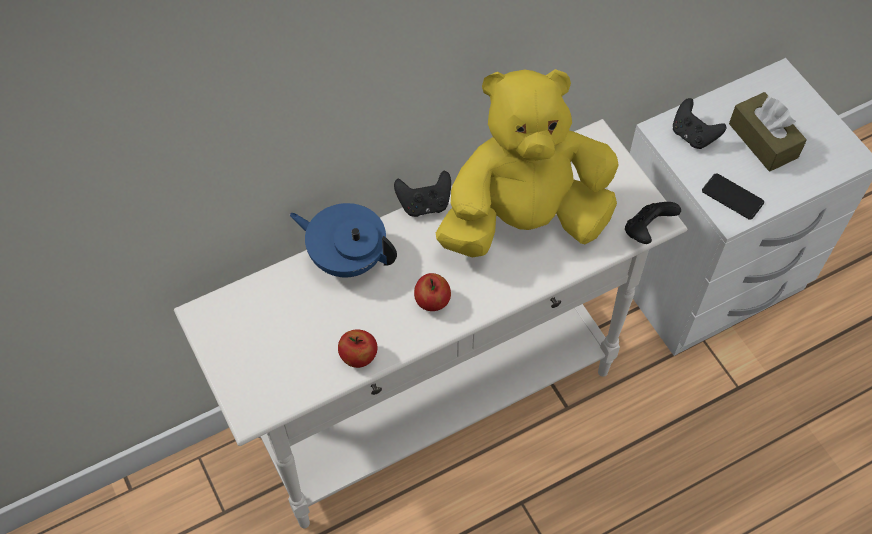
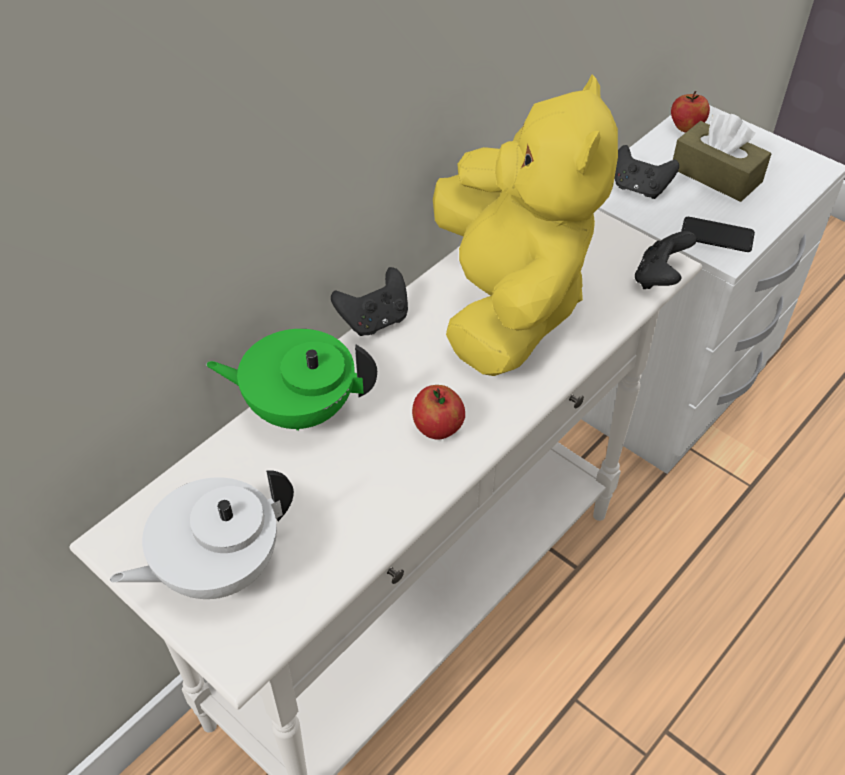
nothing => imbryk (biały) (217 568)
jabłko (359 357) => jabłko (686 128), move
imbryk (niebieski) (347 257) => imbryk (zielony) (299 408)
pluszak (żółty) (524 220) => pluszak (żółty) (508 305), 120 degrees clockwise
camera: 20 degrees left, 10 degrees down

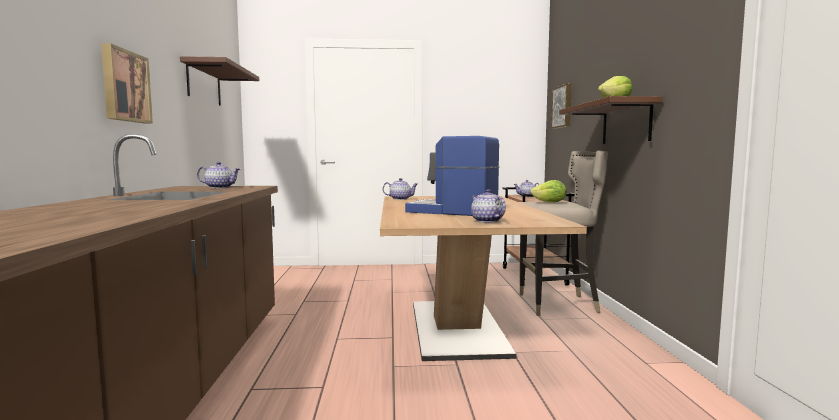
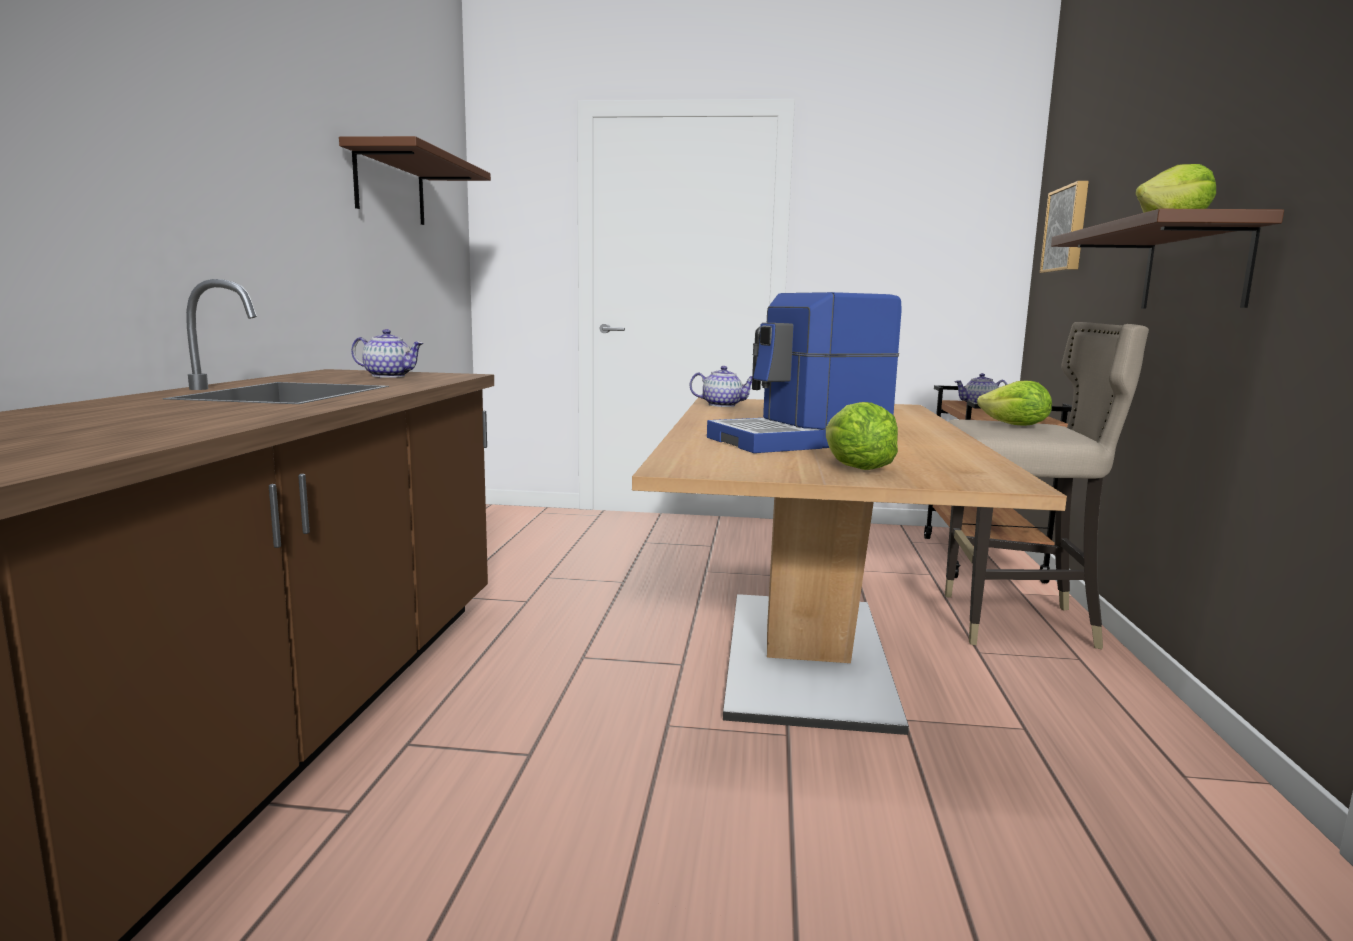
obraz (124 86) => nothing
imbryk (486 221) => sałata (856 468)
ekspres do kawy (452 212) => ekspres do kawy (801 441), 60 degrees counterclockwise
camera: 10 degrees right, 5 degrees up

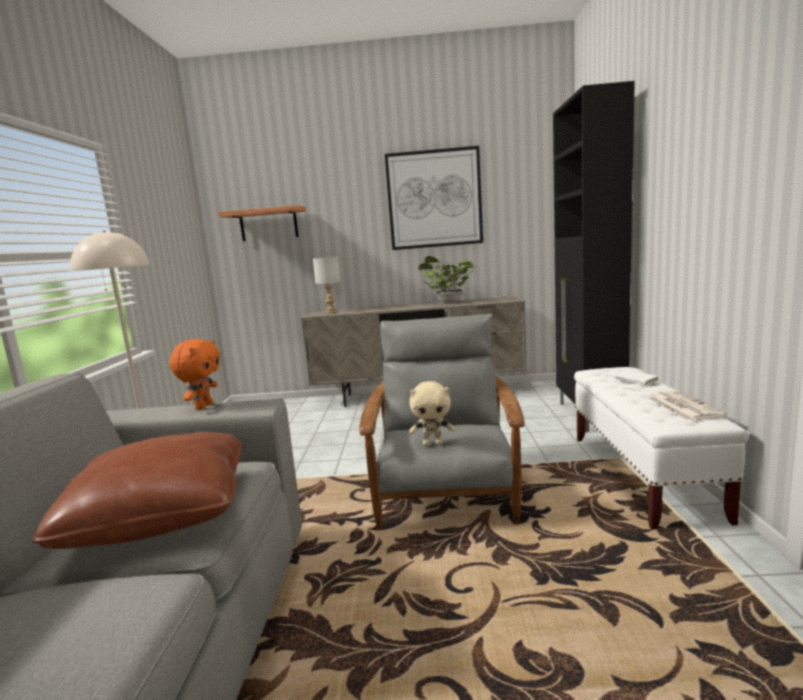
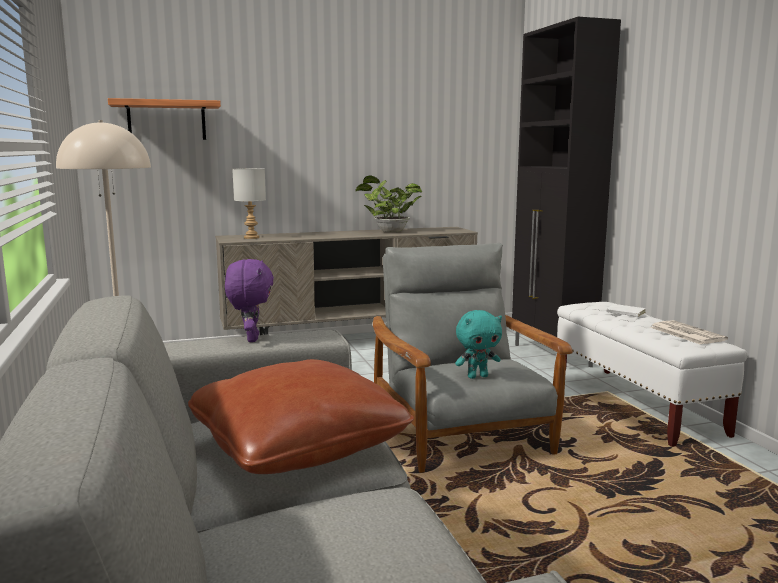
obraz (434 199) => nothing
pluszak (pomarańczowy) (203 407) => pluszak (fioletowy) (251 339)
pluszak (beżowy) (433 444) => pluszak (turkusowy) (477 376)
camera: 20 degrees left, 0 degrees up

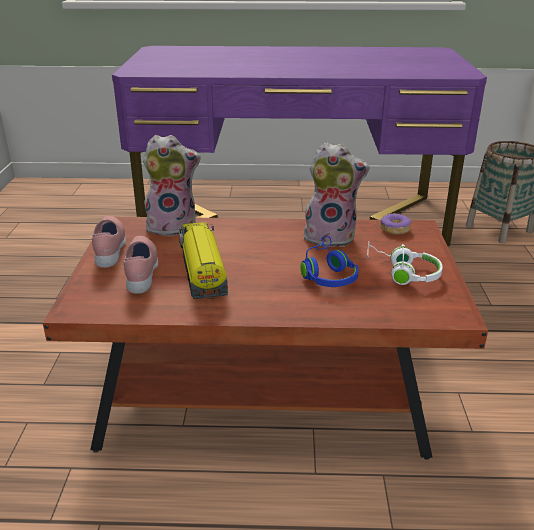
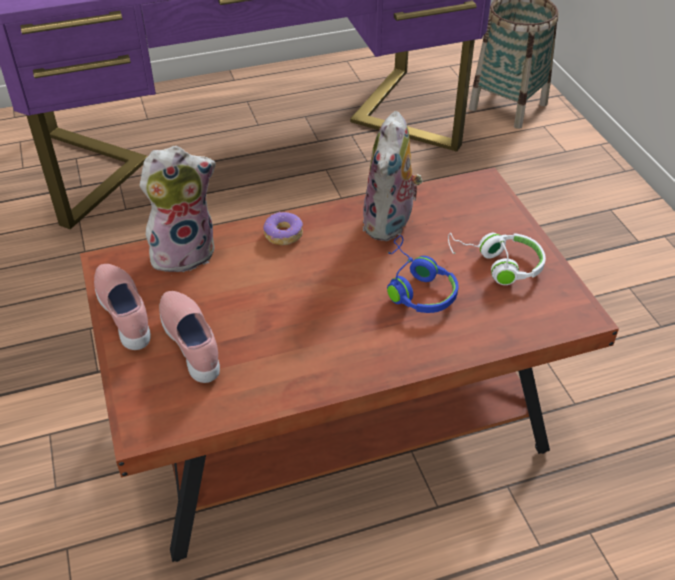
ciężarówka zabawkowa (202 269) => nothing
donut (394 229) => donut (283 234), move
pluszak (331 237) => pluszak (390 224), 120 degrees clockwise
camera: 20 degrees left, 15 degrees up

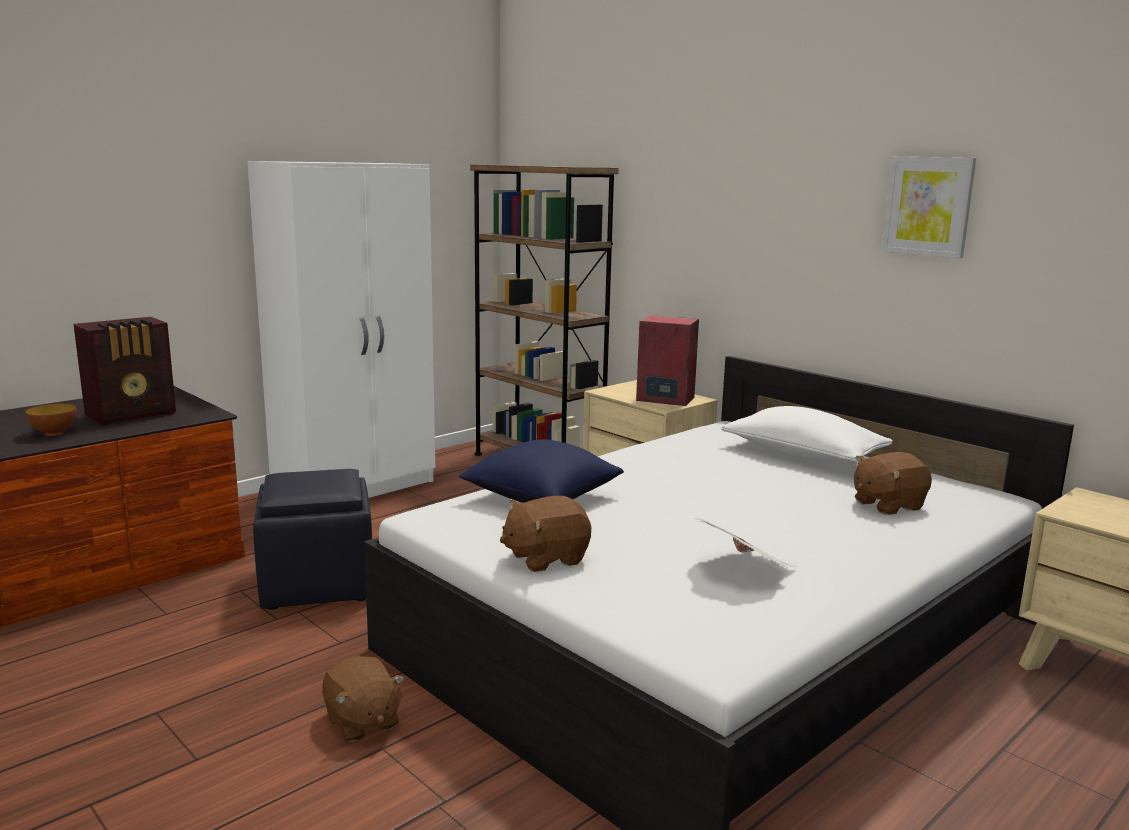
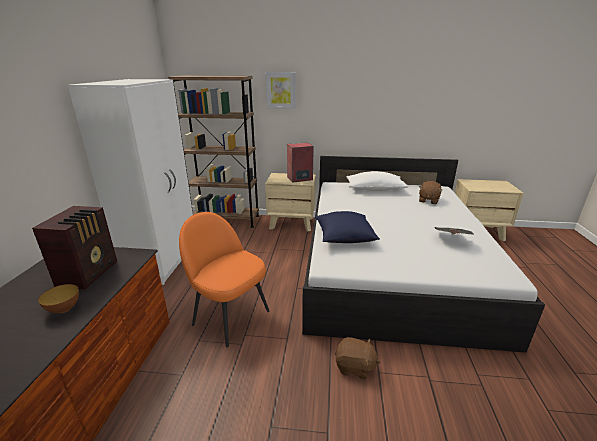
pluszak (brązowy) (545 558) => nothing
obraz (928 206) => obraz (281 90), move
pufa (czarny) (318 583) => krzesło (pomarańczowy) (230 316)
camera: 40 degrees left, 10 degrees up

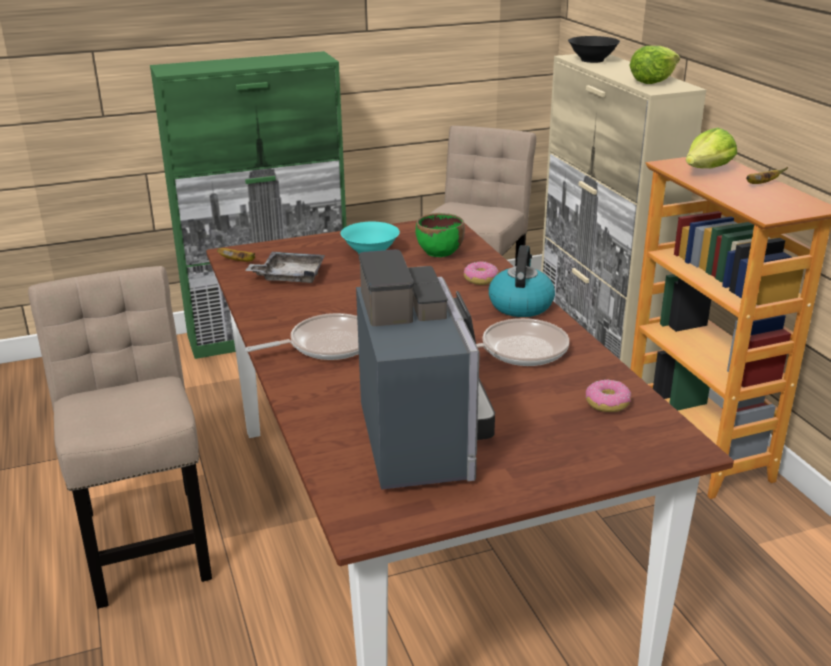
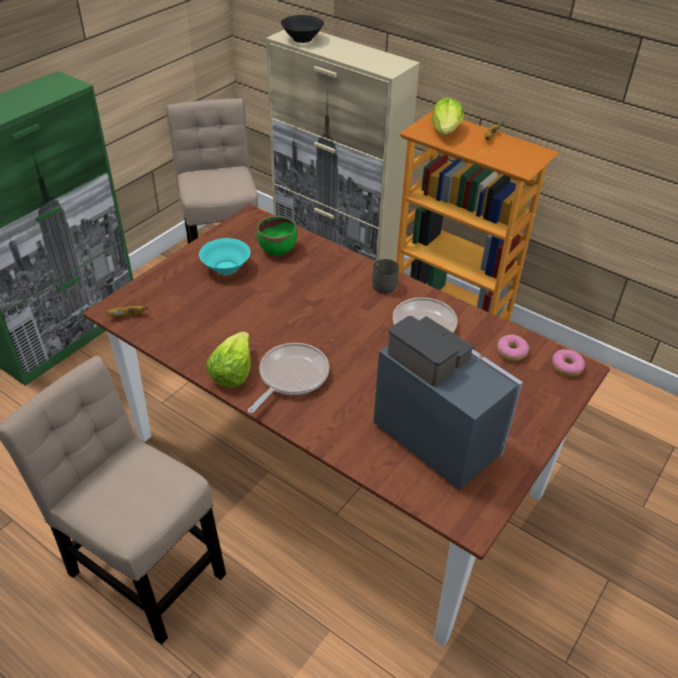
taca (szary) (289 276) => nothing
donut (480 279) => donut (566 367), move
sałata (652 81) => sałata (232 371), move
czajnik (520 305) => kubek (szary) (382 283)
camera: 35 degrees left, 15 degrees up

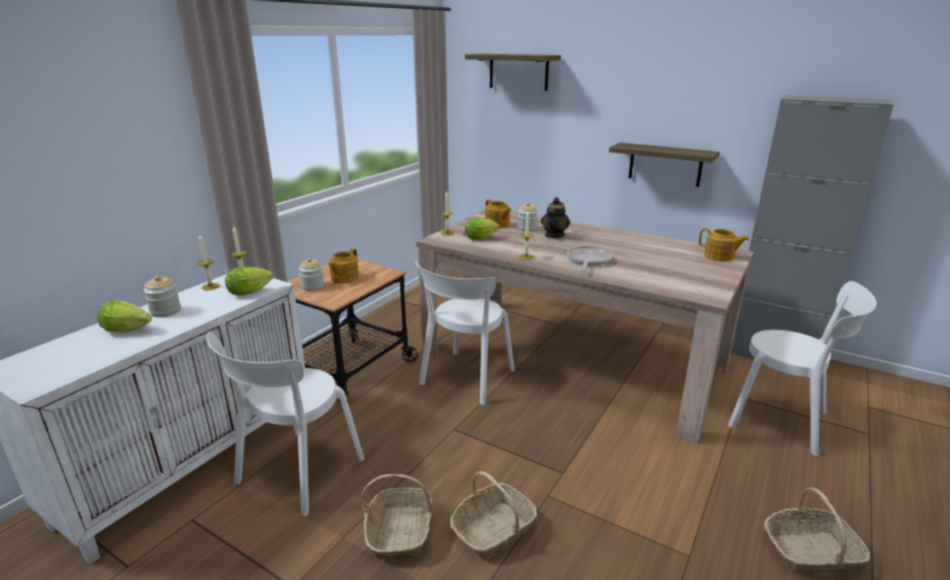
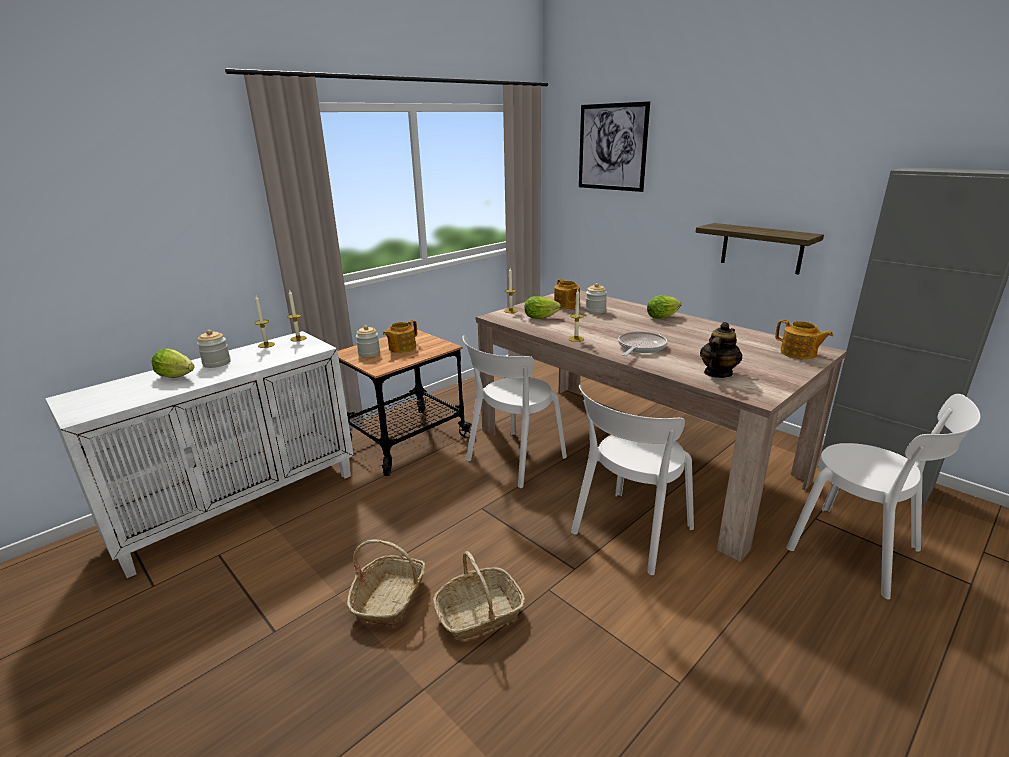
koszyk (810 553) => nothing
krzesło (biały) (296 474) => krzesło (biały) (629 533), move
sałata (251 292) => sałata (663 317), move
imbryk (554 235) => imbryk (717 373), move
półka (518 71) => obraz (612 147)
camera: 15 degrees right, 0 degrees up

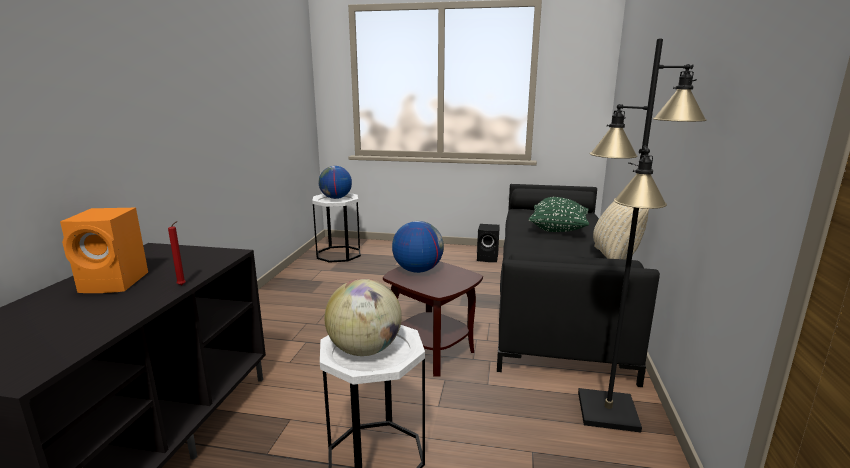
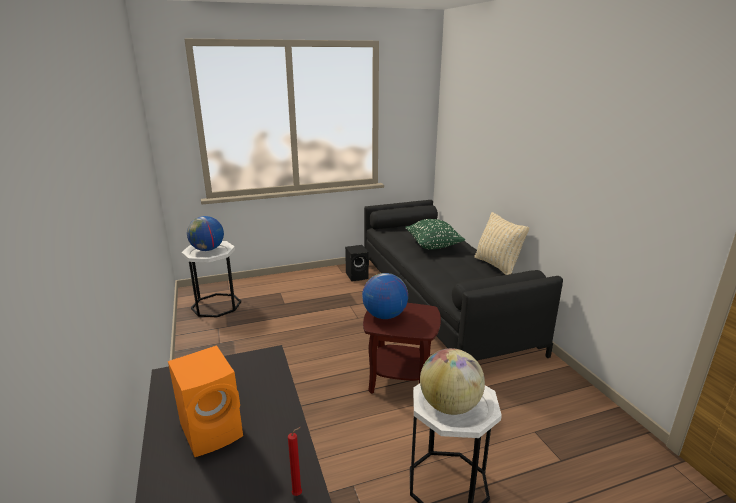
lampa stojąca (czarny) (608 412) => nothing
świeca (czerwony) (182 285) => świeca (czerwony) (299 494), move
camera: 30 degrees left, 5 degrees up

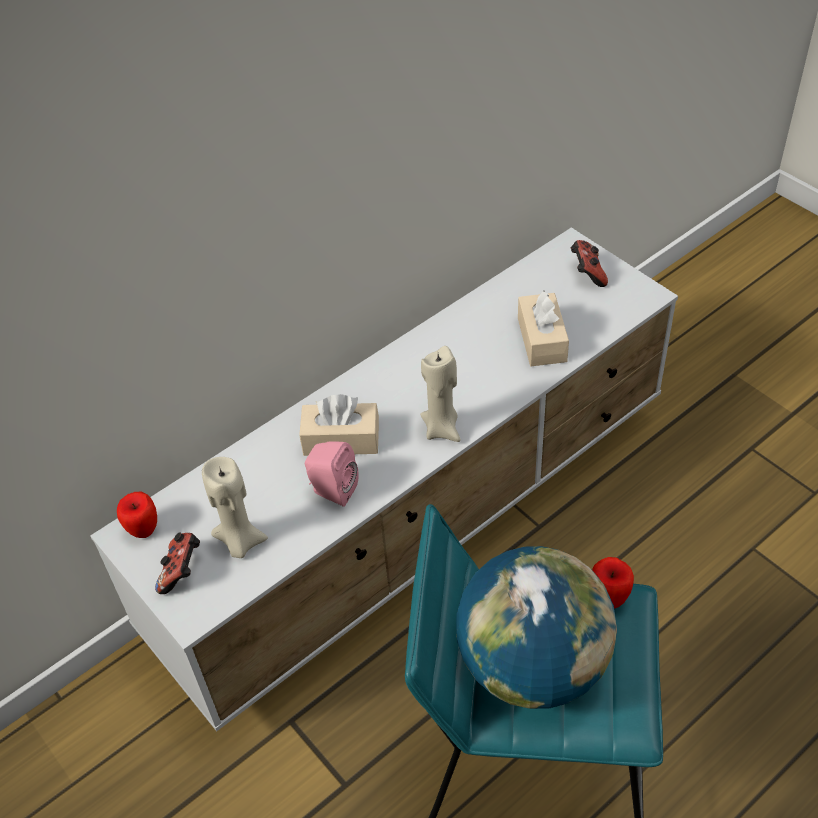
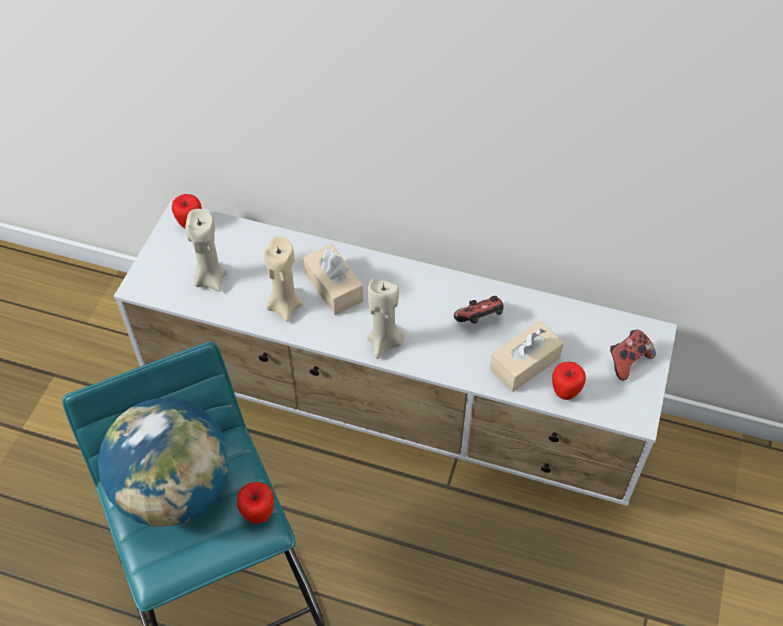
nothing => jabłko (565 392)
pad do gier (182 571) => pad do gier (480 320), move
głośnik (różowy) (332 490) => świeca (beżowy) (284 306)
camera: 55 degrees right, 5 degrees up

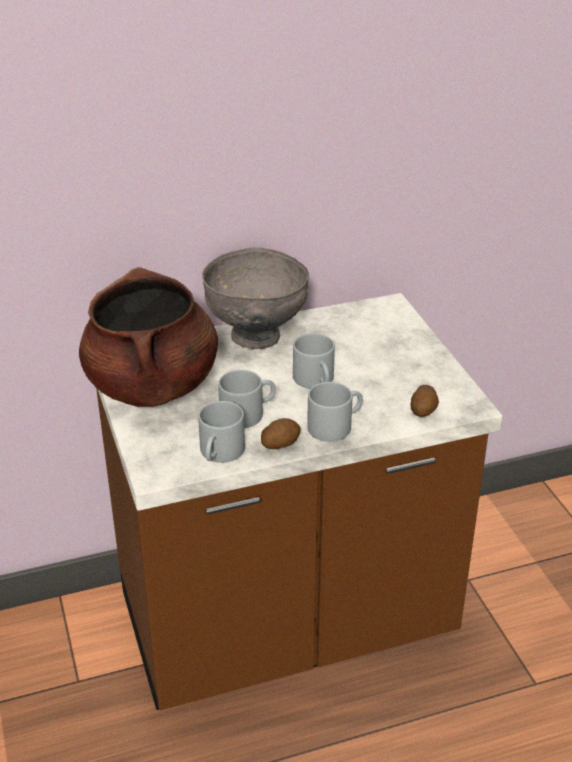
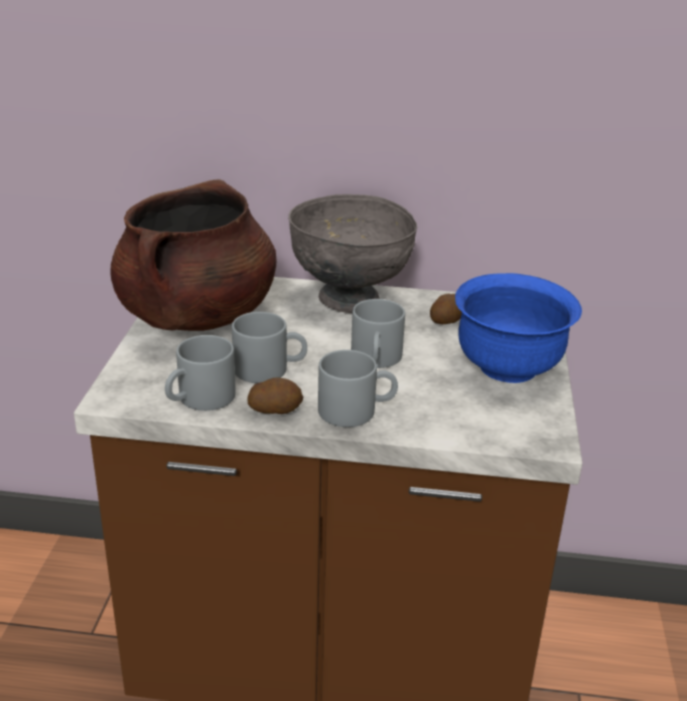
nothing => miska (niebieski) (508 368)
ziemniak (424 410) => ziemniak (447 321), move
camera: 25 degrees right, 5 degrees down

